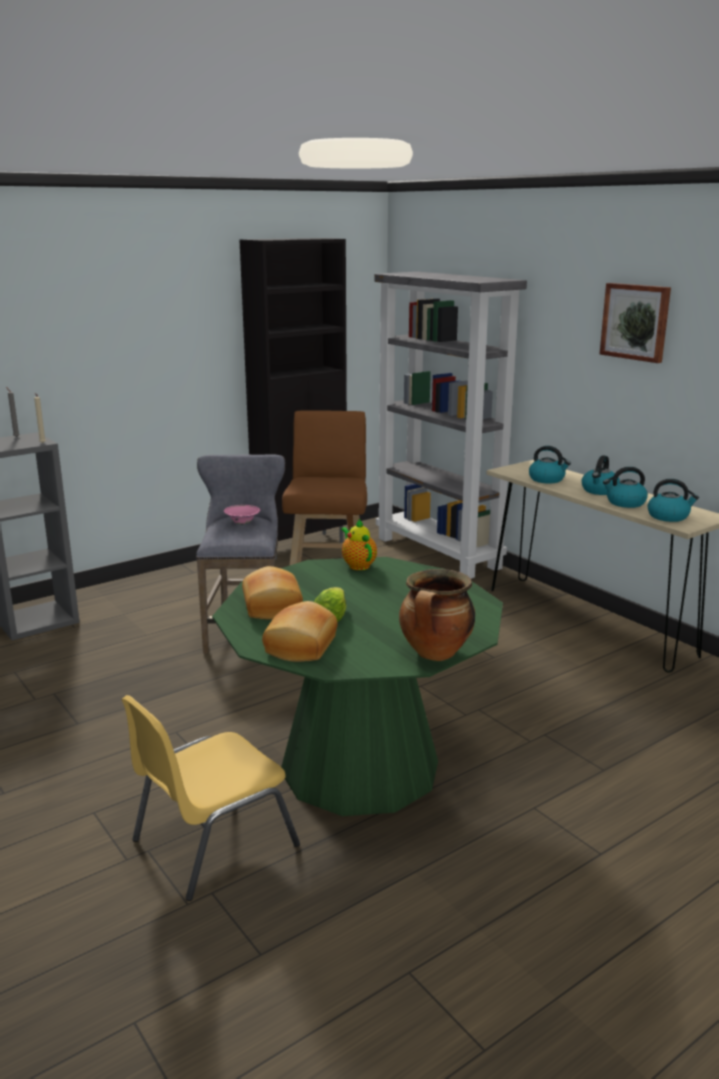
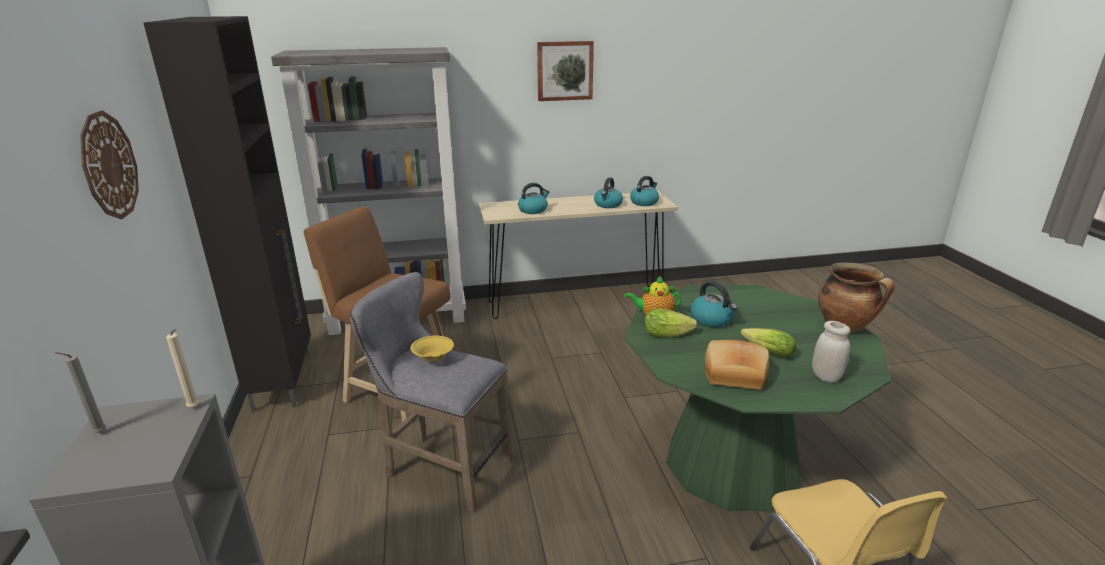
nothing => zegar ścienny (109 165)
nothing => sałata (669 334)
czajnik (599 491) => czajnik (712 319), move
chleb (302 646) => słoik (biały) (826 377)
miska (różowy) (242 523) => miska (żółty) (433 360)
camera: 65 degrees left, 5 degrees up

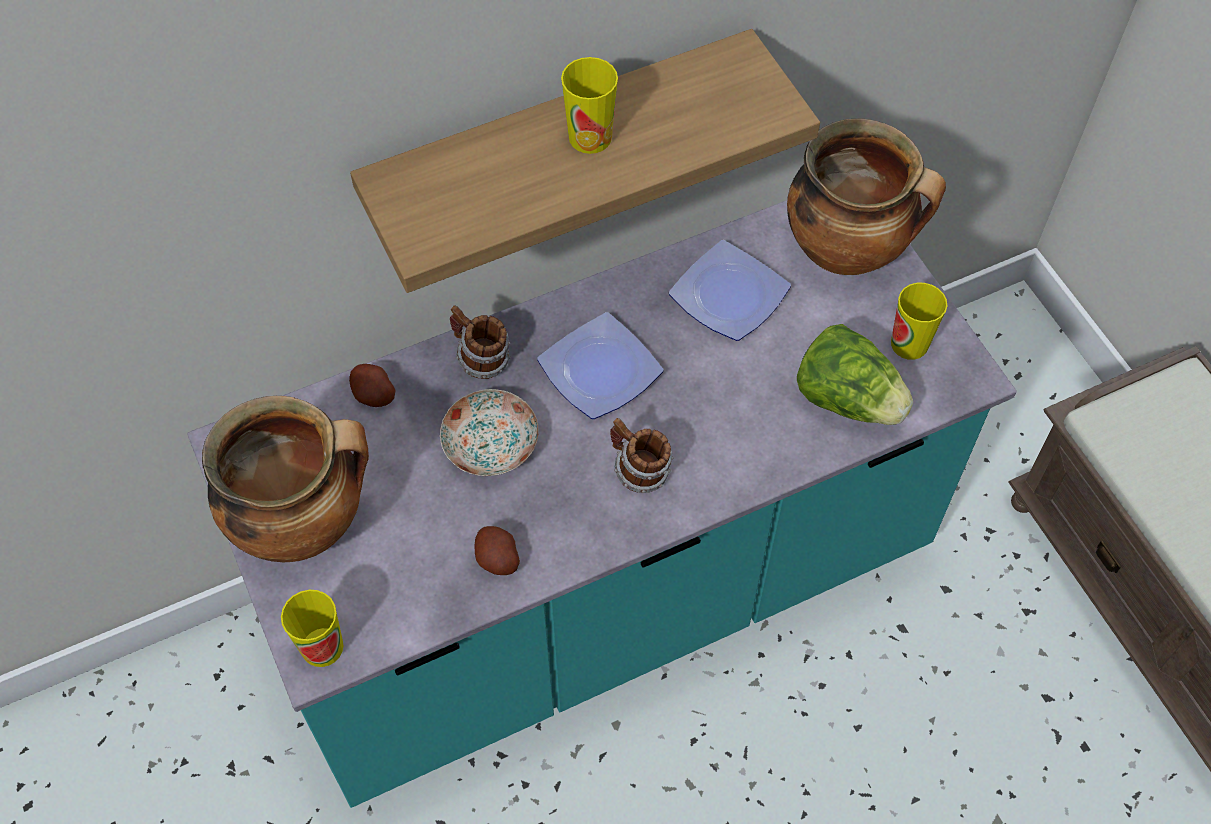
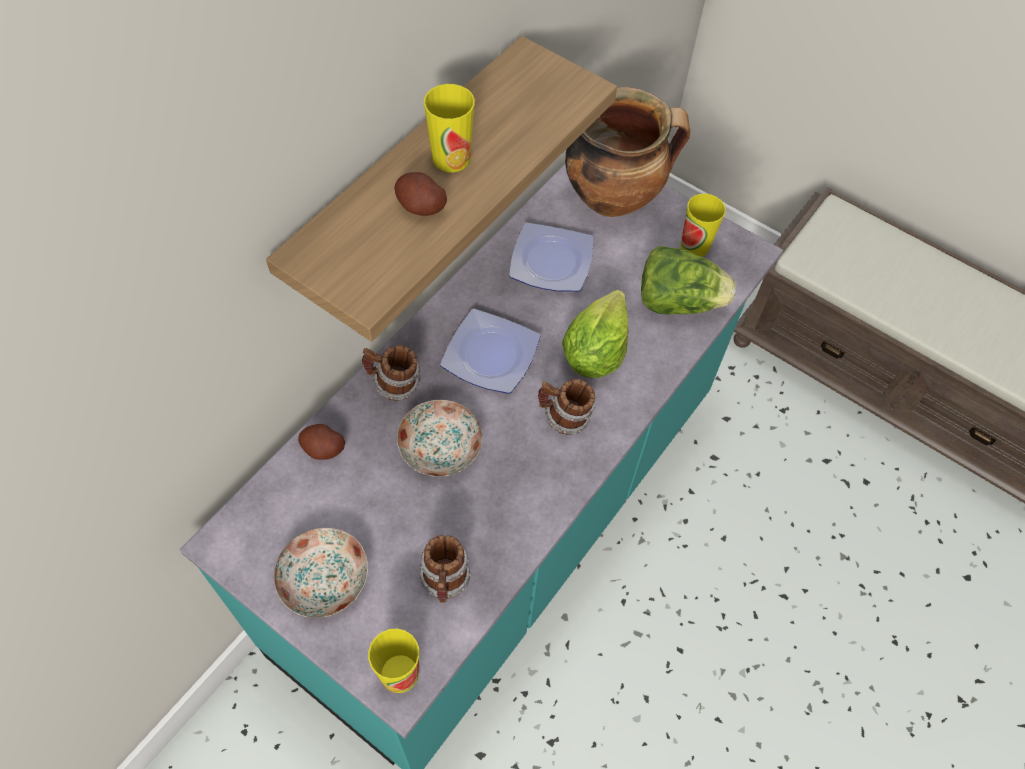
nothing => kubek (445 581)
nothing => sałata (594 352)
ziemniak (497 559) => ziemniak (421 206), move
garnek (303 522) => talerz (324 578)
camera: 30 degrees left, 0 degrees up

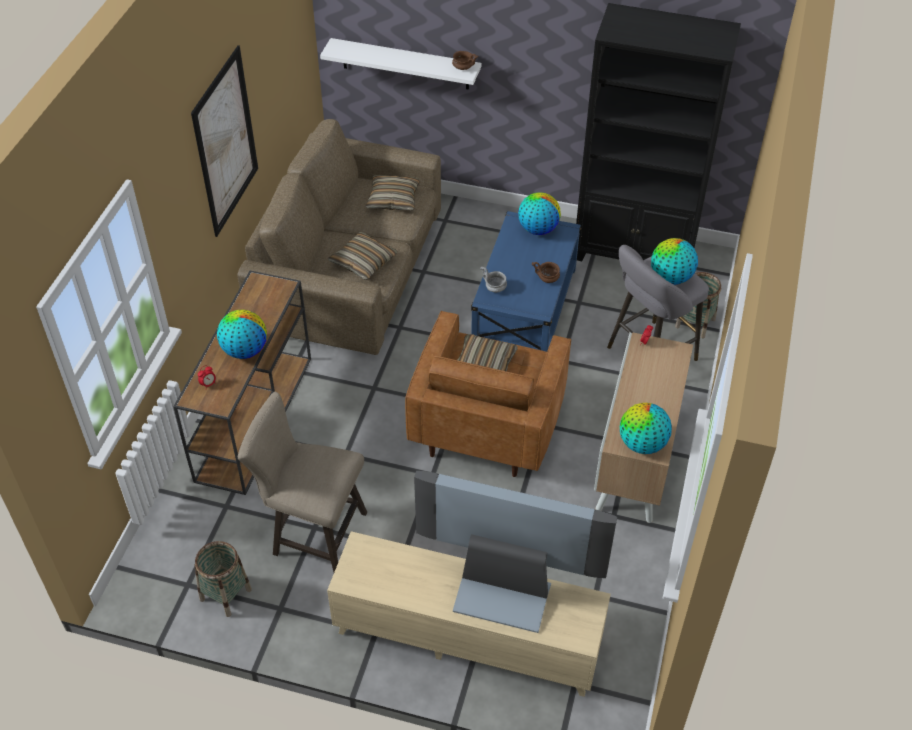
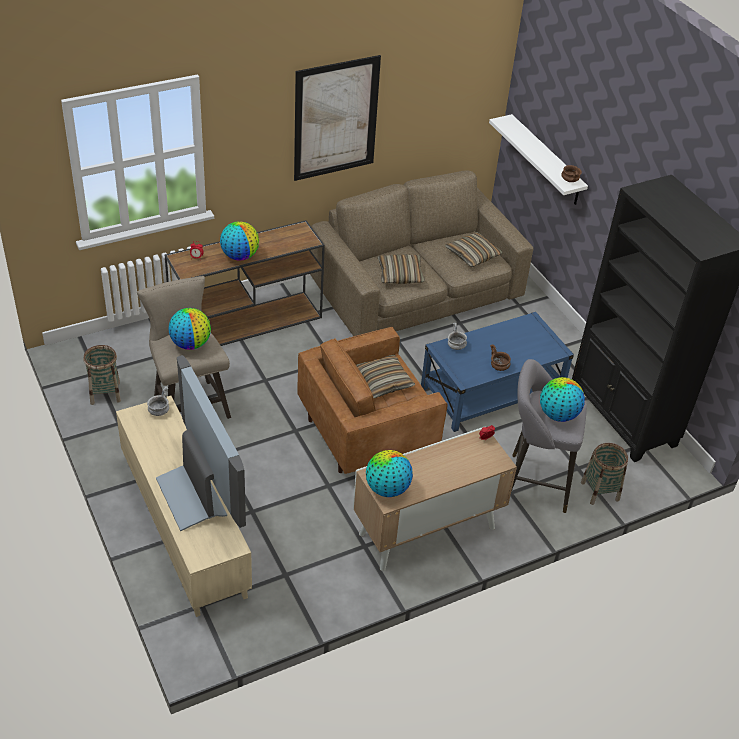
nothing => miska (szary) (159 411)
globus (538 229) => globus (190 344), move
camera: 45 degrees right, 5 degrees down

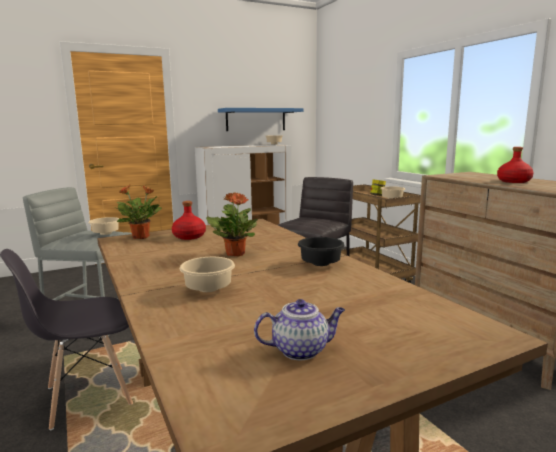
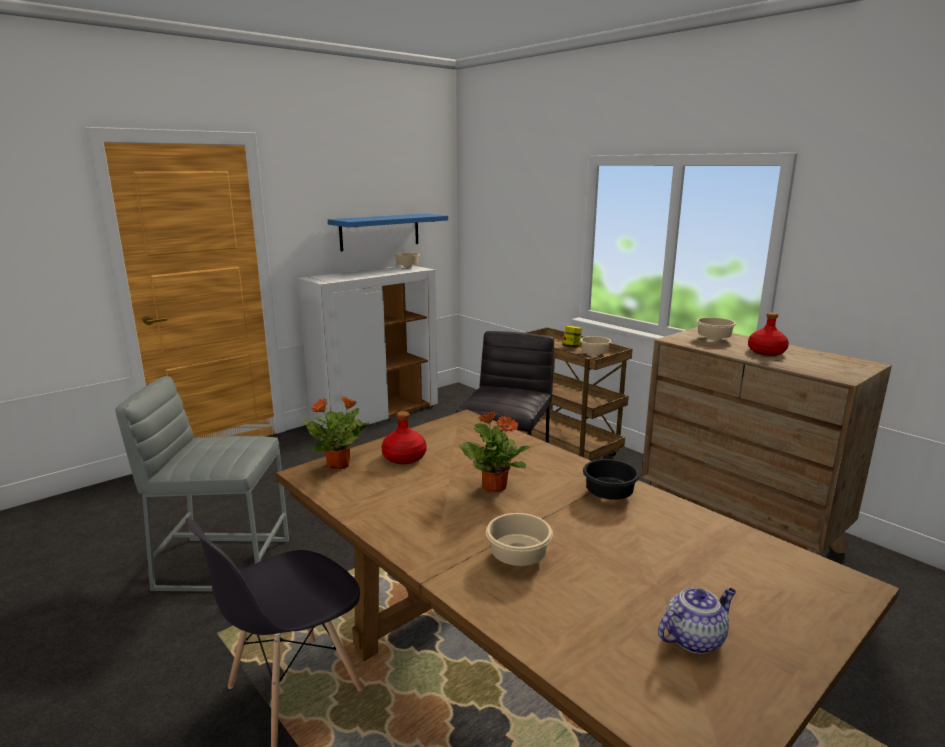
miska (beżowy) (105 234) => miska (beżowy) (714 339), move
camera: 15 degrees left, 5 degrees up

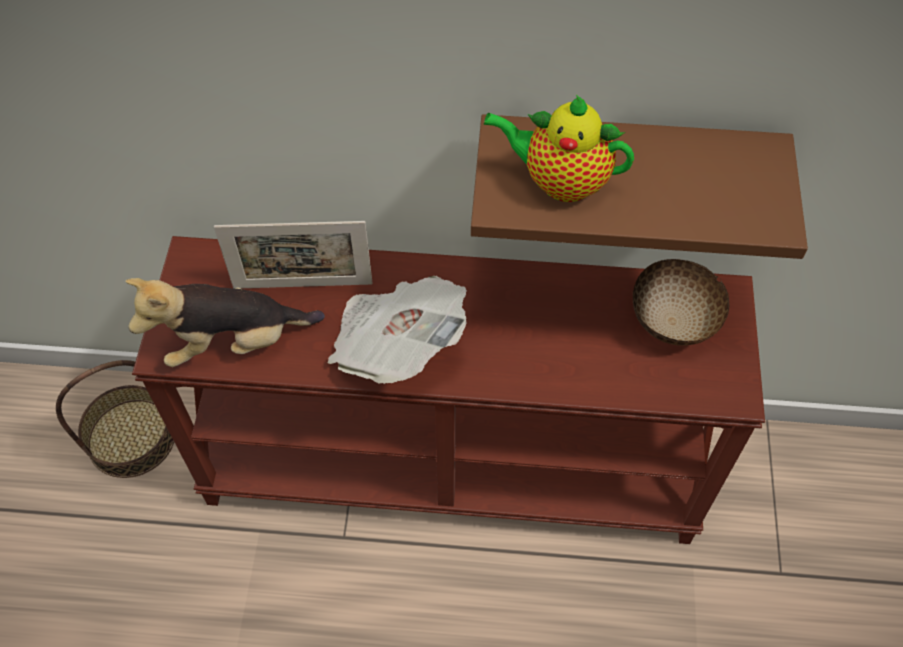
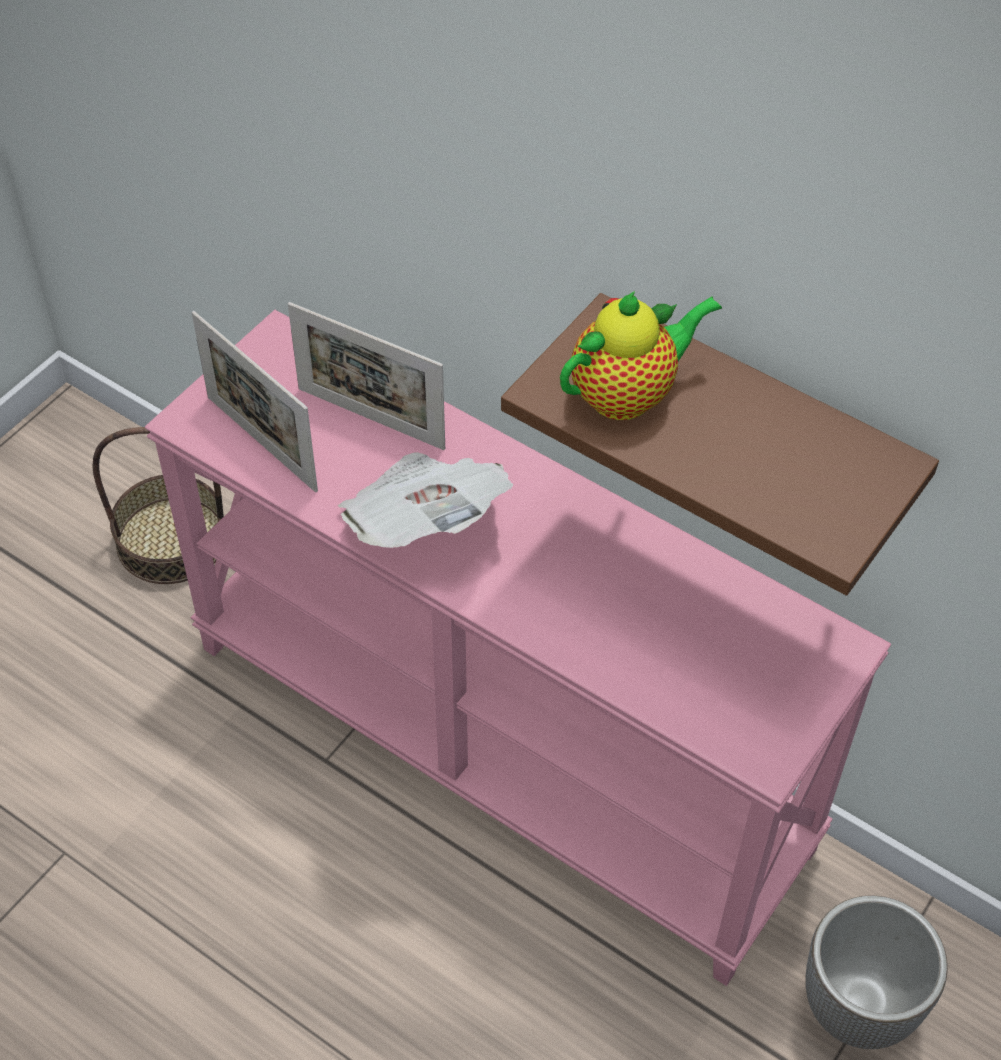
miska (672 323) => nothing
nothing => donica (860 1006)
pluszak (234 343) => ramka na zdjęcie (261 443)
stolik konsolowy (brązowy) (453 462) => stolik konsolowy (różowy) (502 743)
imbryk (559 181) => imbryk (628 394), 105 degrees clockwise
camera: 30 degrees right, 5 degrees down

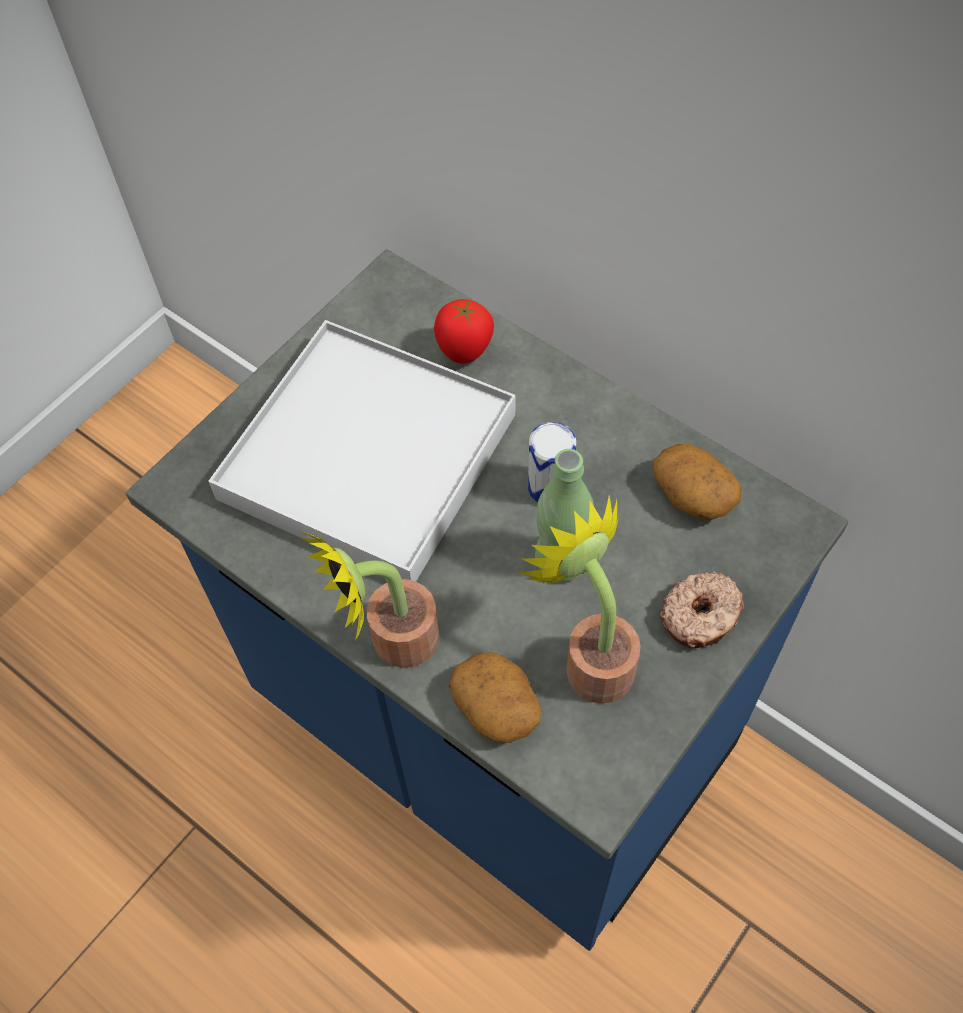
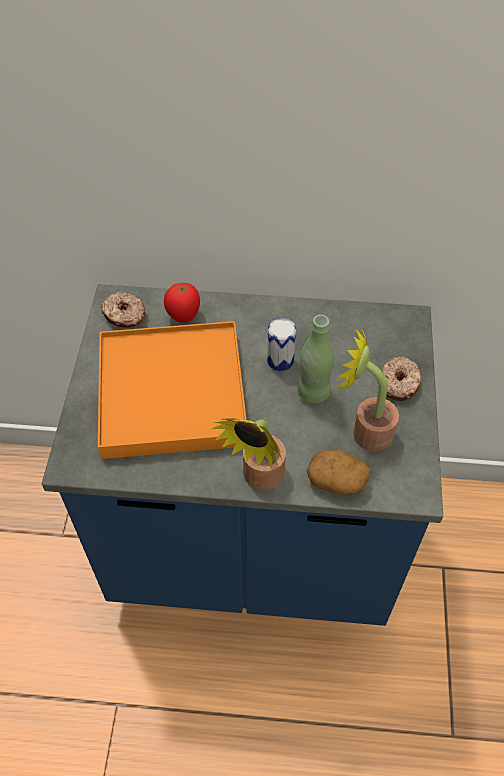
ziemniak (692 495) => nothing
nothing => donut (124 315)
taca (biały) (368 455) => taca (pomarańczowy) (171 393)
camera: 35 degrees left, 5 degrees down

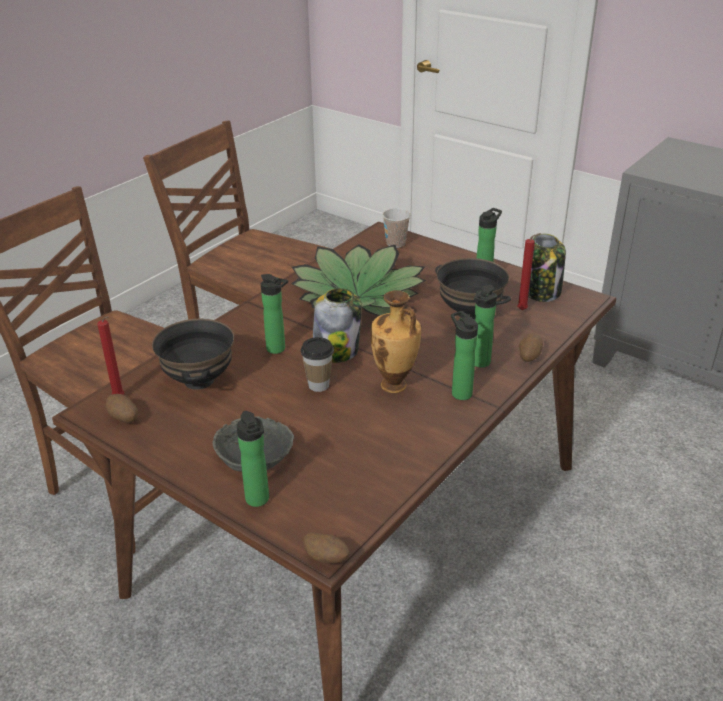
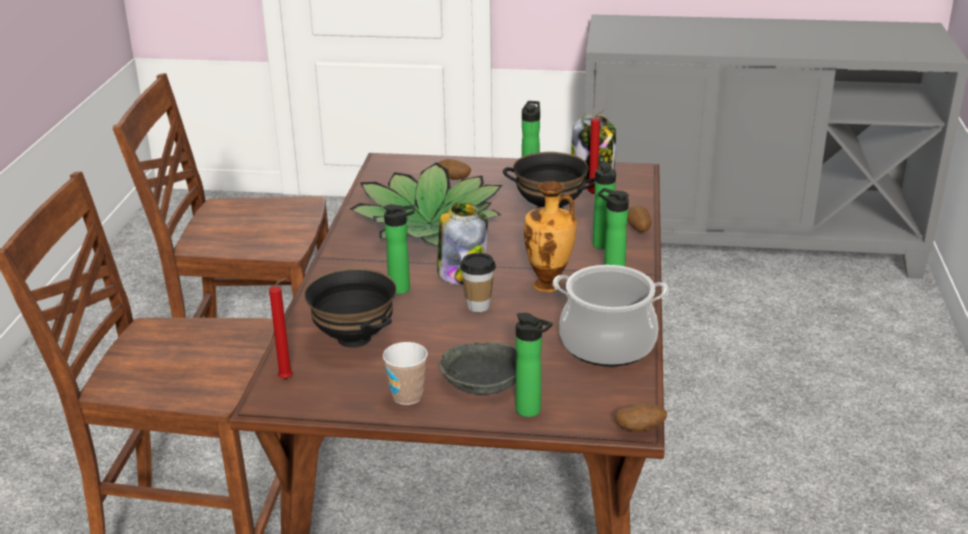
nothing => garnek (607 344)
ziemniak (123 418) => ziemniak (453 179), move
filiżanka (396 243) => filiżanka (407 396), move
camera: 30 degrees left, 5 degrees down

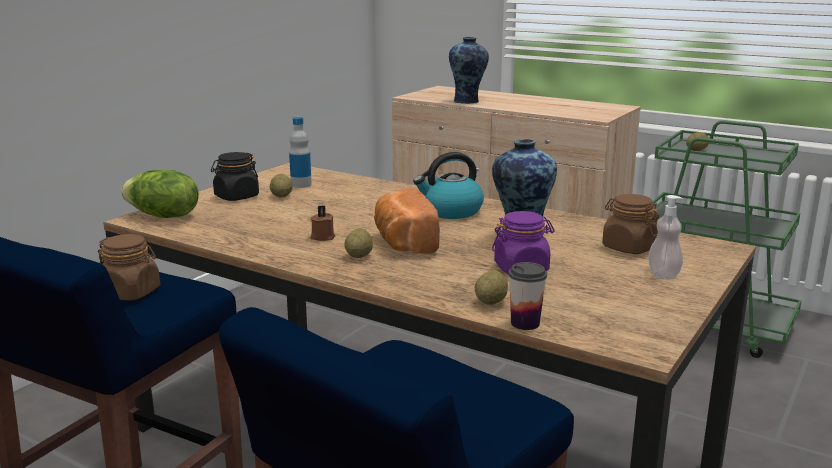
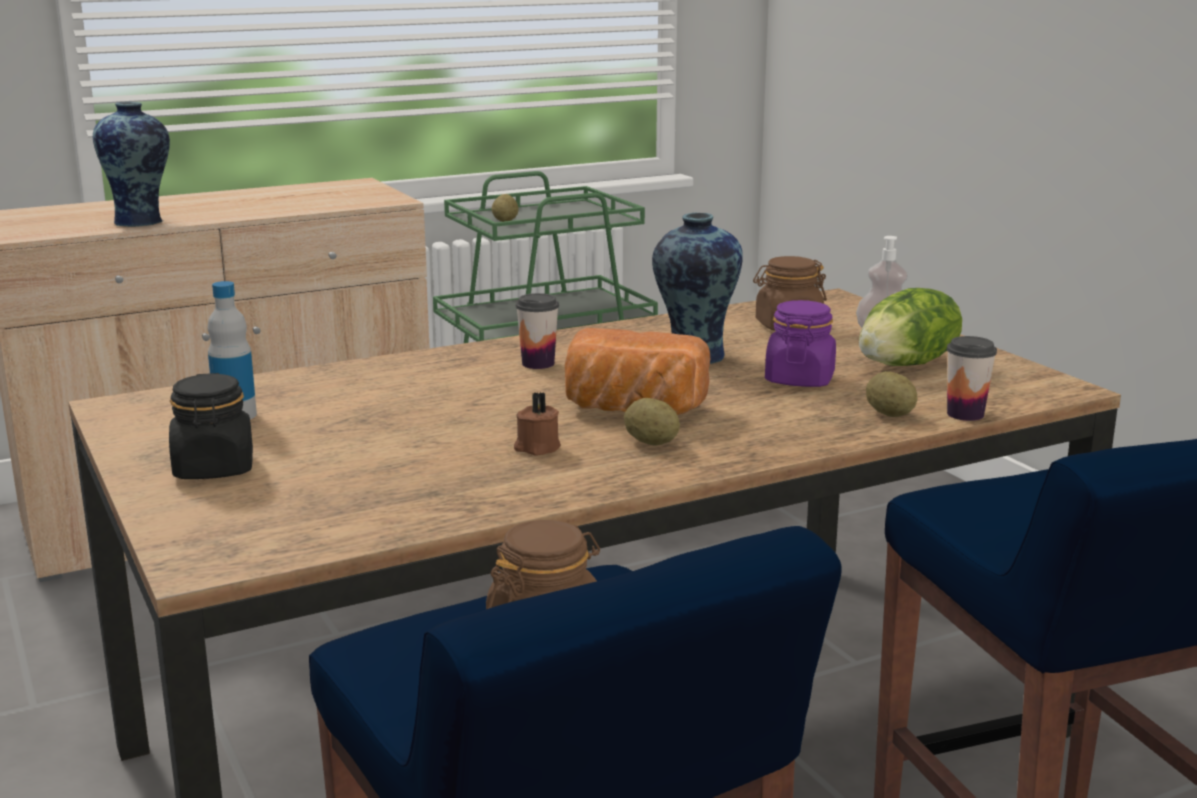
ziemniak (281 196) => nothing
sałata (163 216) => sałata (908 364), move
czajnik (450 211) => filiżanka (538 364)
camera: 60 degrees left, 0 degrees up

